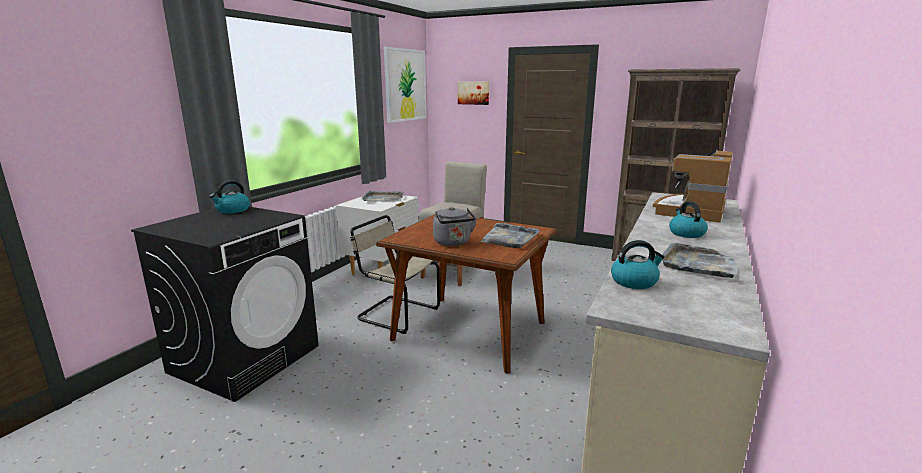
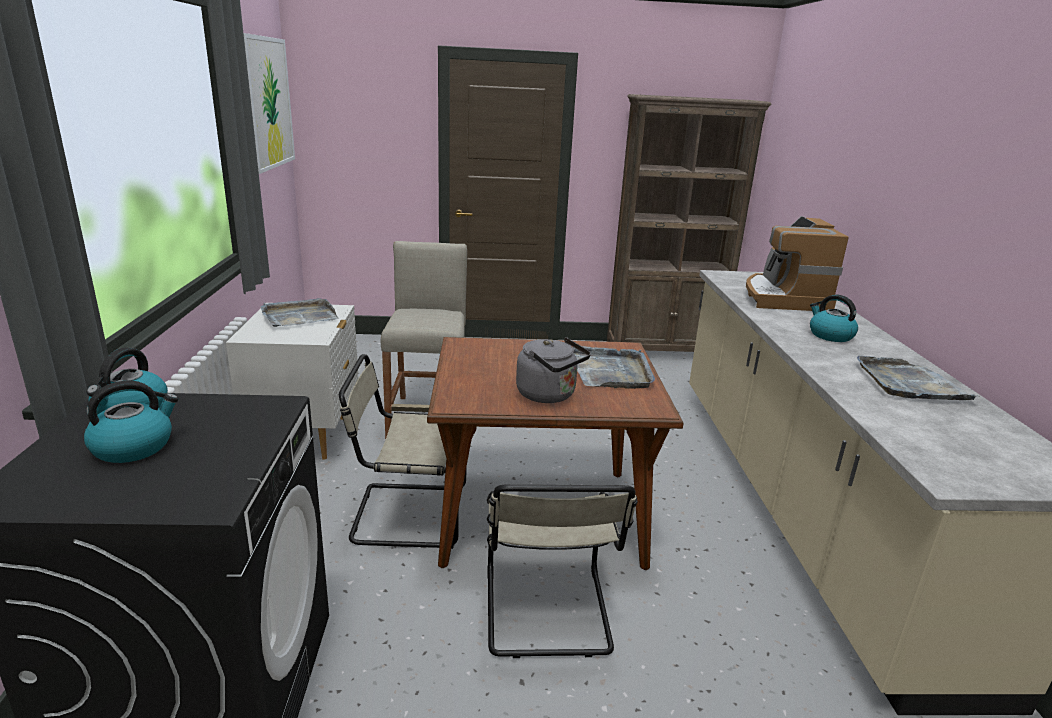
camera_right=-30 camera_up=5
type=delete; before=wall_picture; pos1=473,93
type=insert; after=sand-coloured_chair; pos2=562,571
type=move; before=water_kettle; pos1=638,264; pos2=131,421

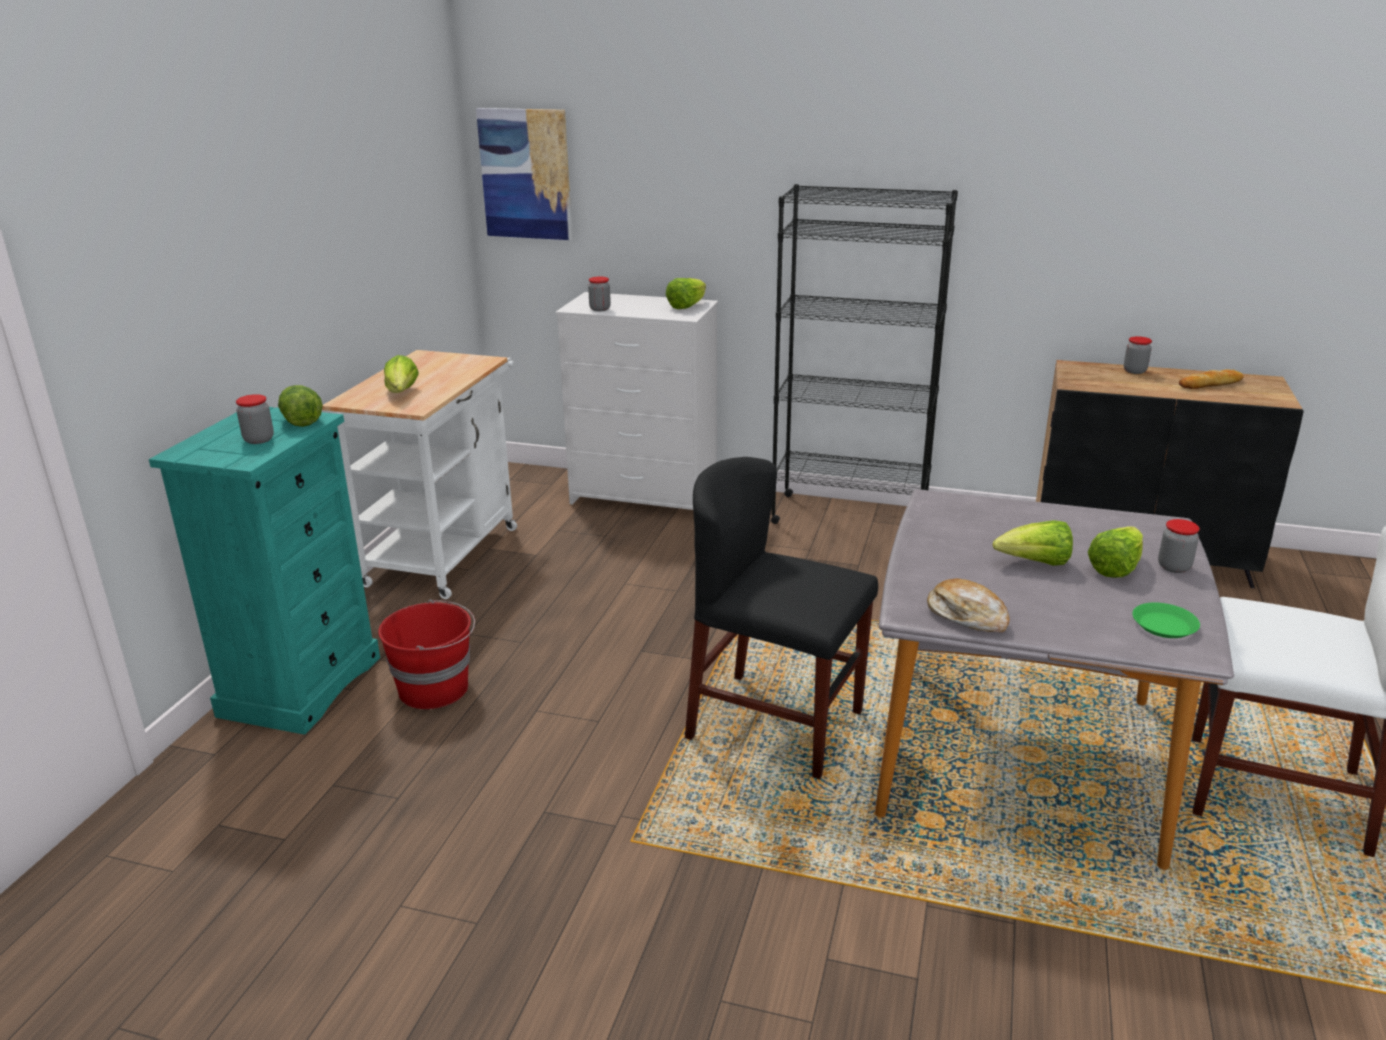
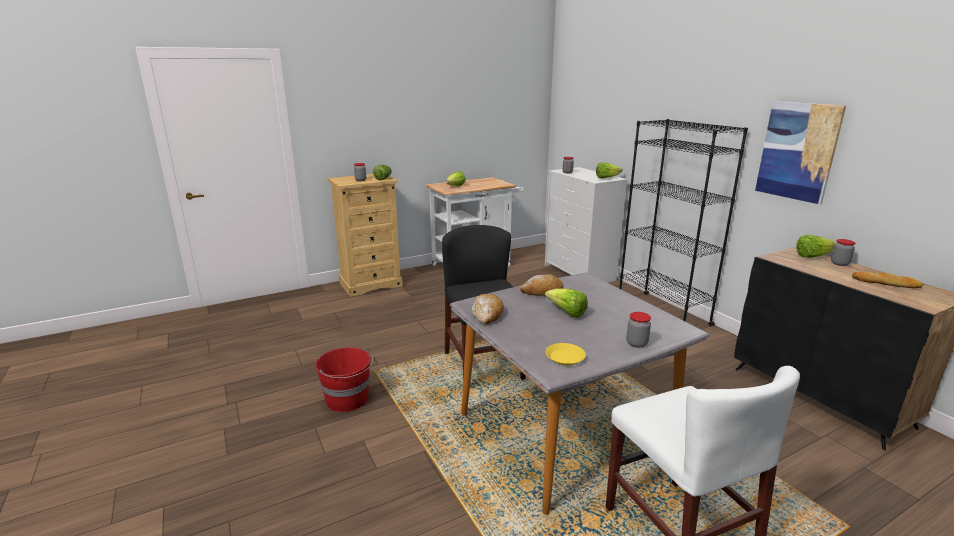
camera_right=45 camera_up=-5
type=insert; after=bakery_bread; pos2=542,285
type=move; before=red-coloured_pail; pos1=426,654; pos2=344,379
type=move; before=wall_picture; pos1=524,174; pos2=800,152
type=move; before=head_of_lettuce; pos1=1115,552; pos2=816,246
type=recolor; before=turquoise-coloured_dresser; after=sand-coloured_dresser; pos1=264,571; pos2=365,235
type=recolor; before=greenish_plate; after=yellow_plate; pos1=1166,620; pos2=566,354

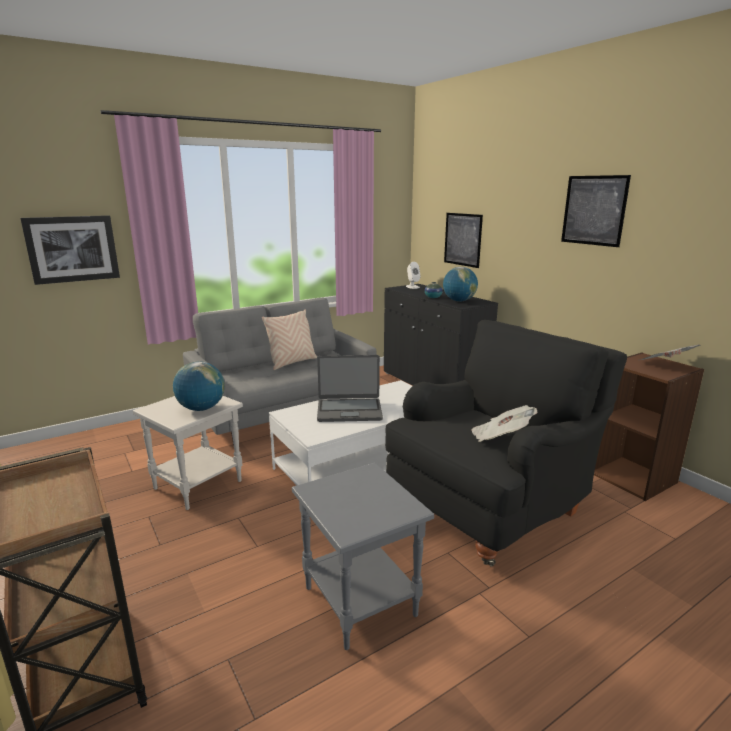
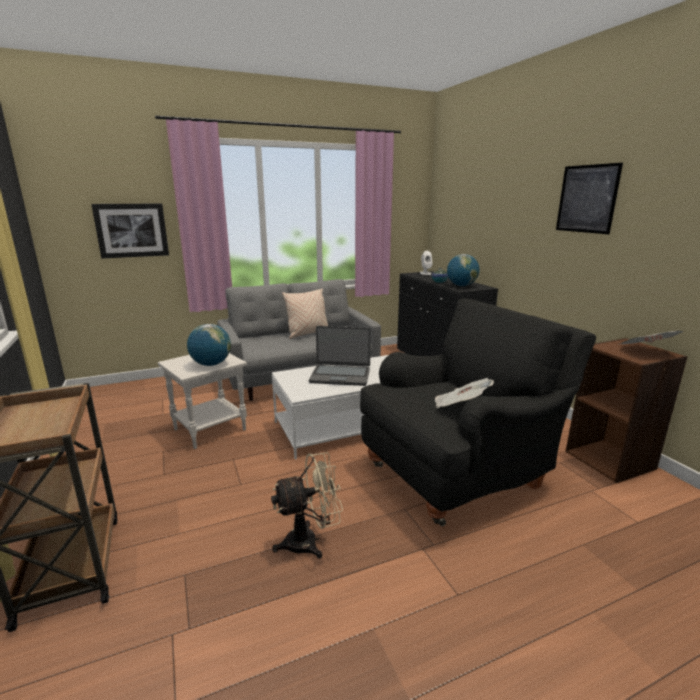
camera_right=10 camera_up=0
type=delete; before=wall_picture; pos1=463,240
type=replace; before=gray_end_table; after=sand-coloured_electric_fan; pos1=363,556; pos2=307,505

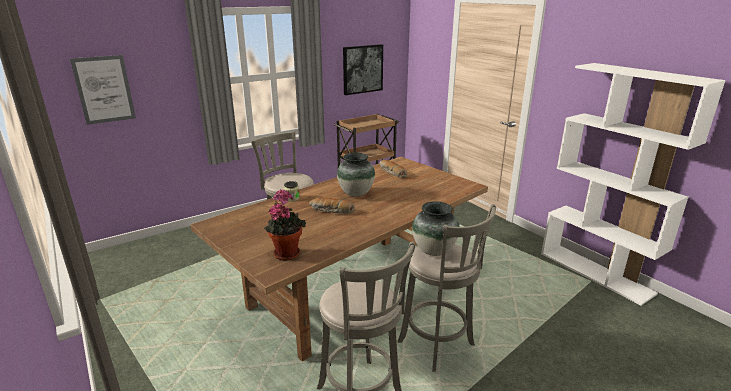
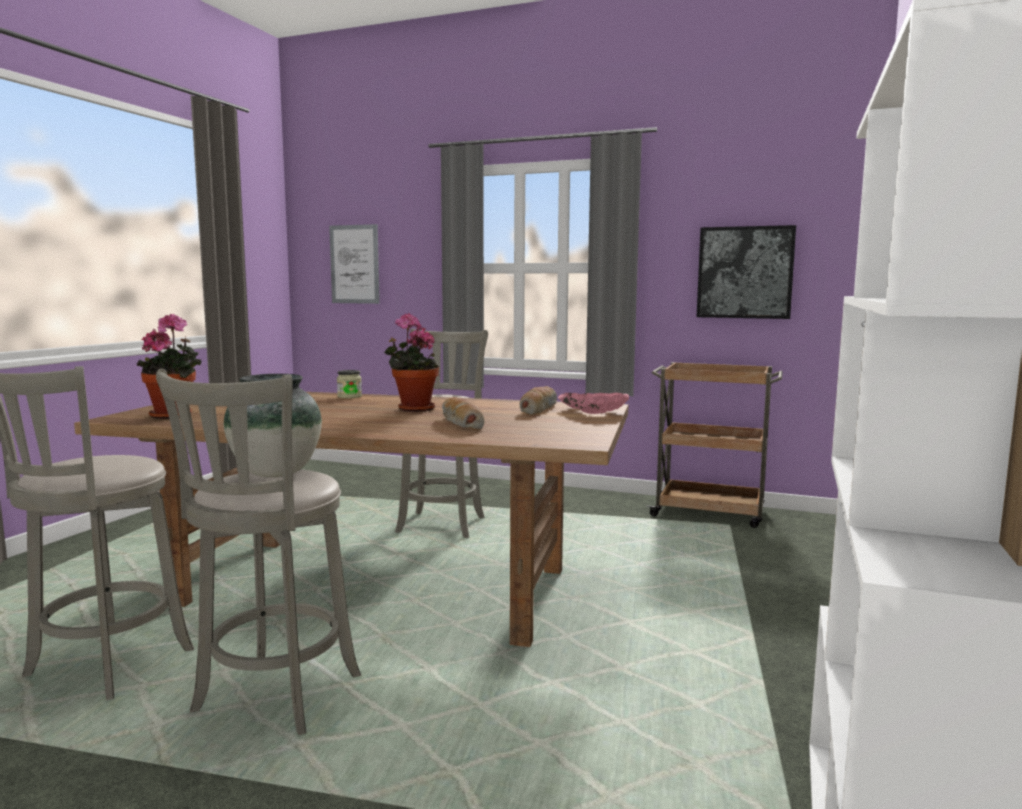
camera_right=55 camera_up=-15
type=insert; after=pink_bowl; pos2=593,403
type=move; before=bakery_bread; pos1=332,206; pos2=463,413
type=replace; before=vase; after=houseplant; pos1=356,174; pos2=411,362

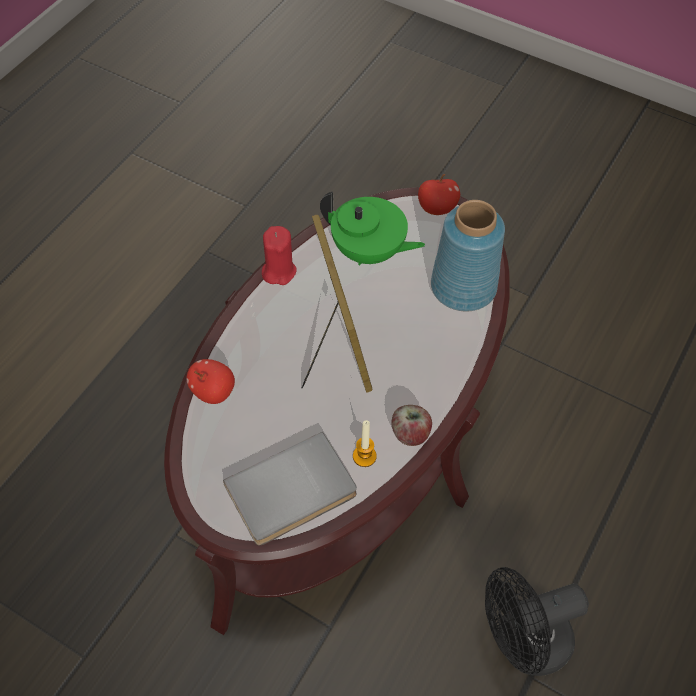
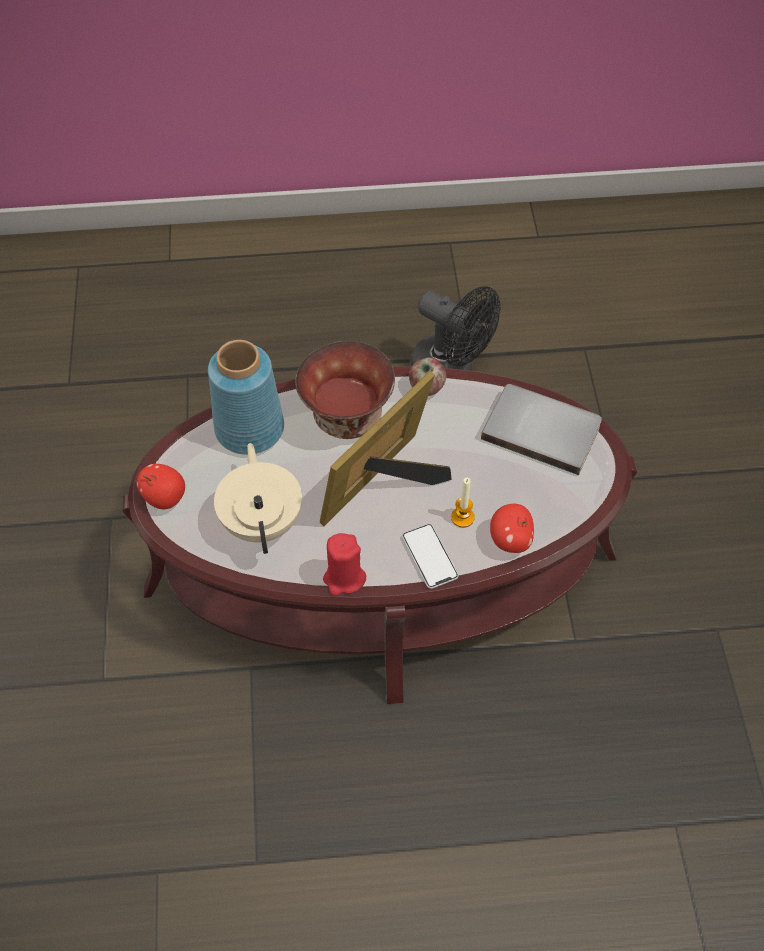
camera_right=-125 camera_up=0
type=insert; after=bowl; pos2=345,390
type=insert; after=telephone; pos2=430,556
type=move; before=wax_light; pos1=365,443; pos2=463,502
type=recolor; before=greenish_pot_for_tea; after=sand-coloured_pot_for_tea; pos1=372,228; pos2=258,498

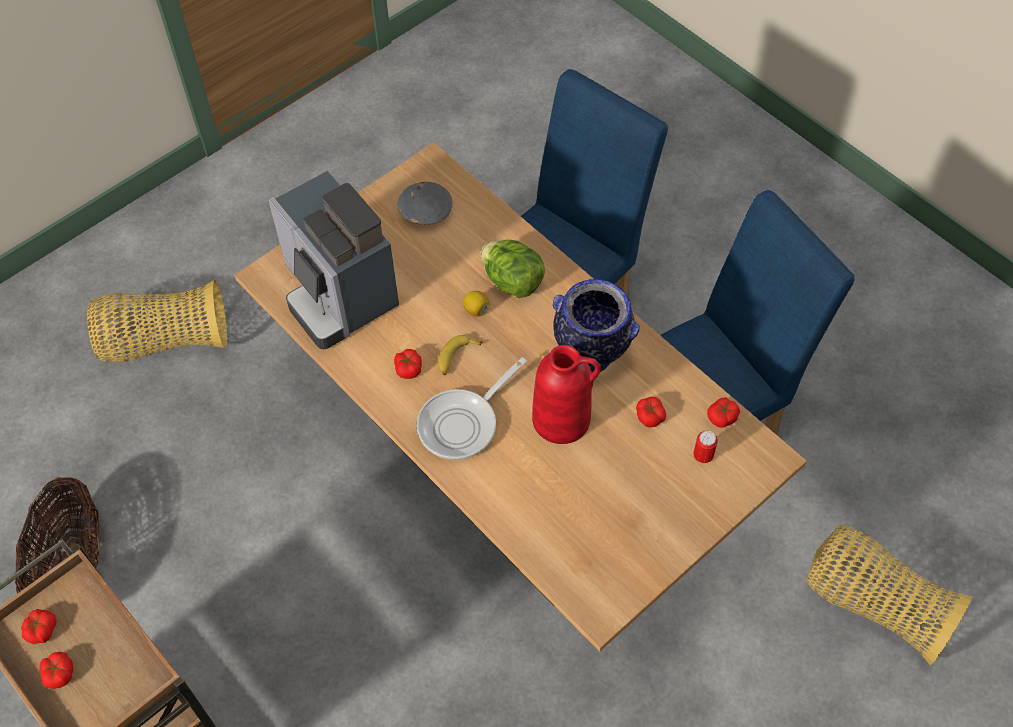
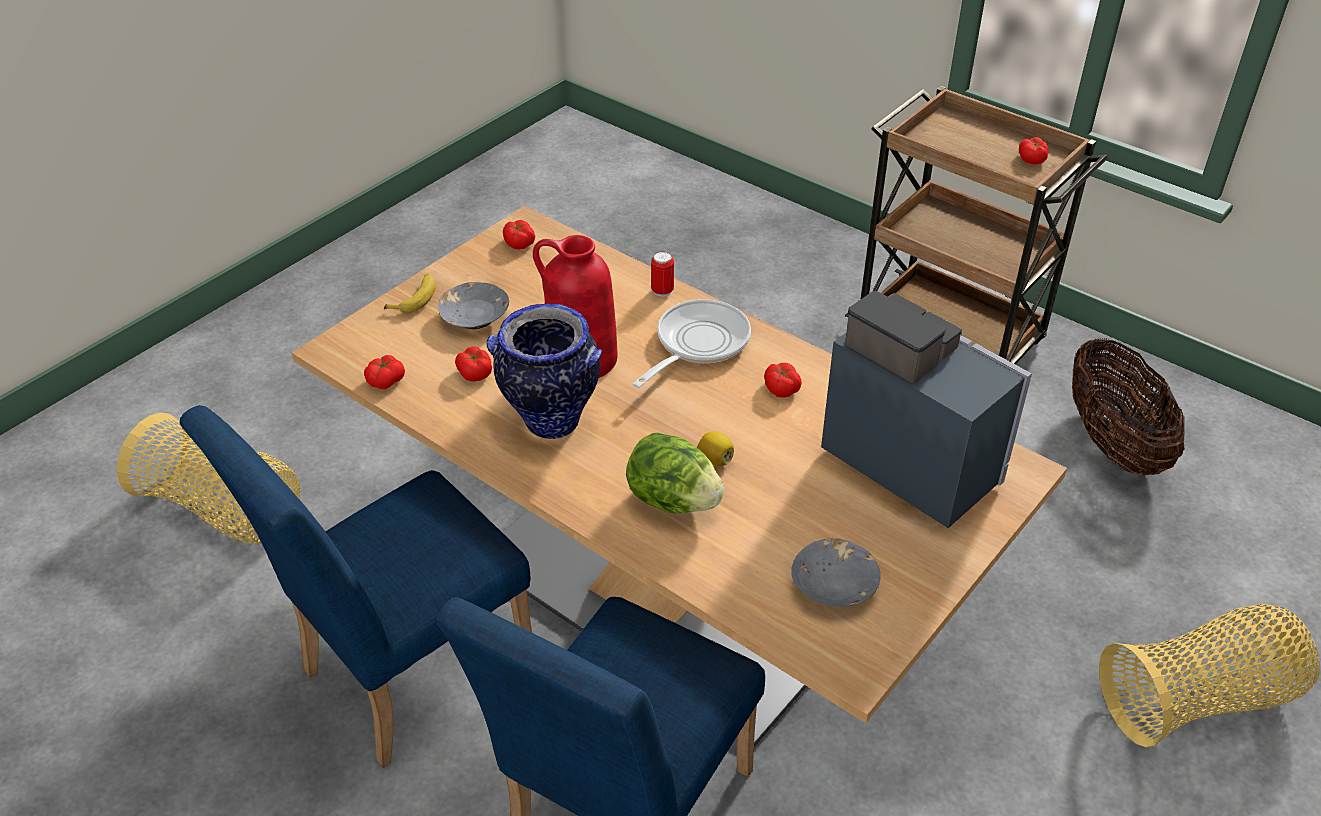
camera_right=170 camera_up=-15
type=insert; after=gray_bowl; pos2=473,305
type=move; before=tomato; pos1=56,670; pos2=519,235
type=move; before=whole_banana; pos1=460,355; pos2=410,293
type=move; before=can; pos1=705,447; pos2=662,274

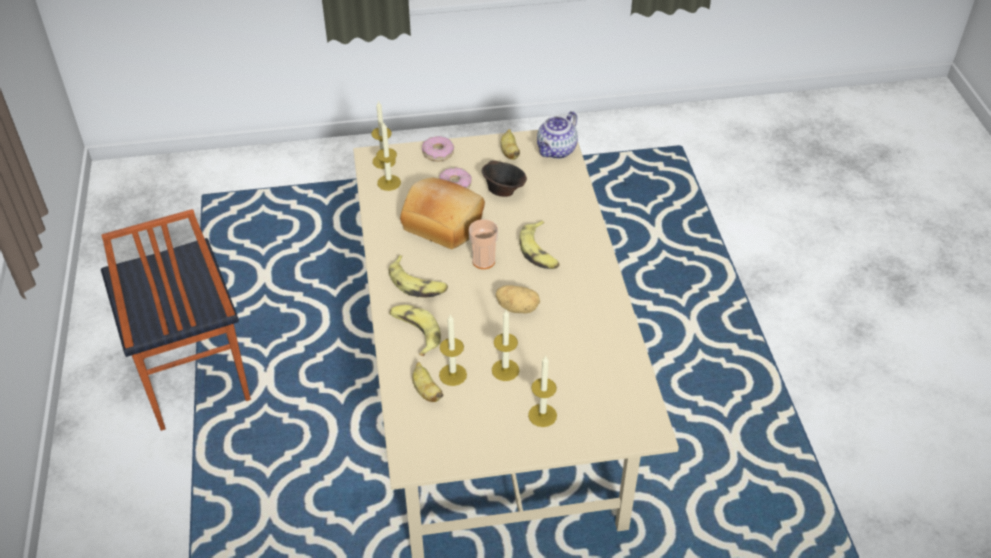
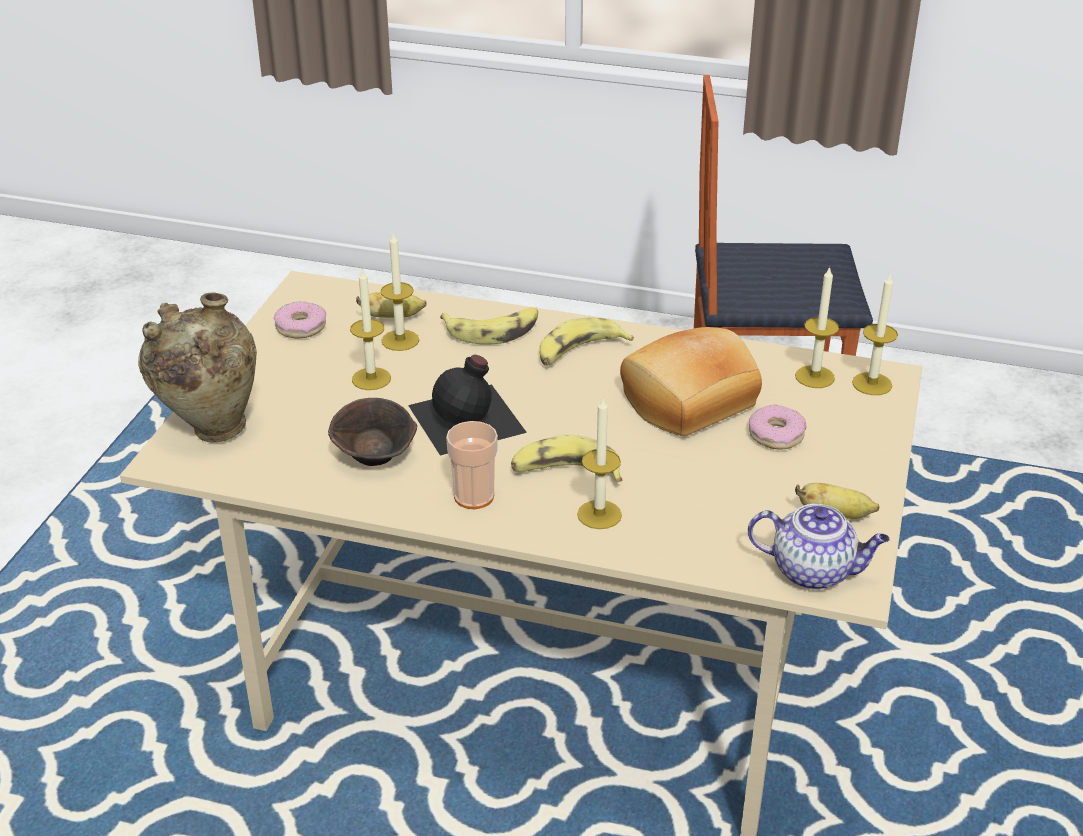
camera_right=115 camera_up=-10
type=insert; after=sand-coloured_vase; pos2=197,367
type=move; before=donut; pos1=438,148; pos2=300,319
type=move; before=cup; pos1=483,244; pos2=472,465
type=move; before=brown_bowl; pos1=504,178; pos2=372,432
type=move; before=wax_light; pos1=542,391; pos2=599,462
type=replace; before=spud; after=black-coloured_beverage_bottle; pos1=518,299; pos2=467,405
type=rotate; before=pot_for_tea; pos1=557,135; pos2=819,547; turn=135

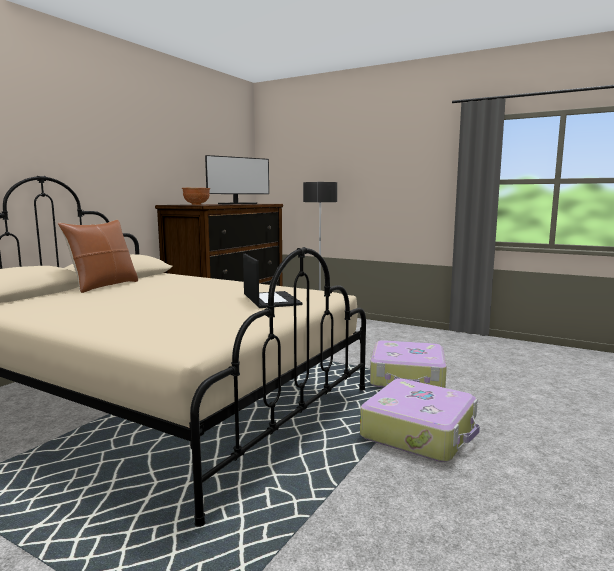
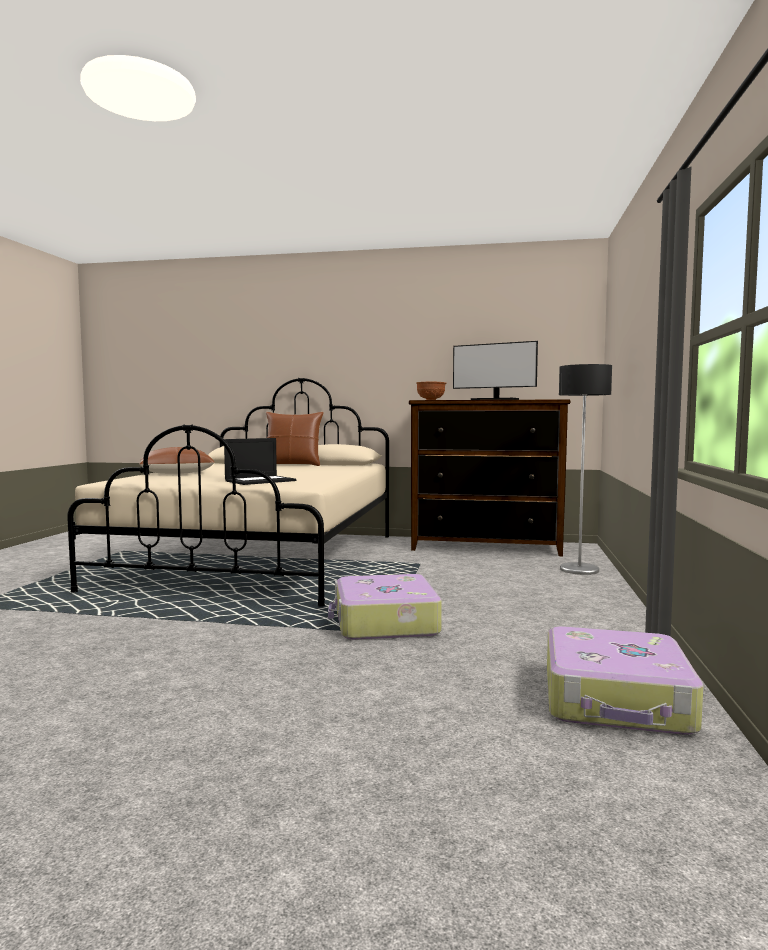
camera_right=70 camera_up=-5
type=insert; after=brown_pillow; pos2=177,460
type=move; before=suitcase; pos1=420,420; pos2=625,680

